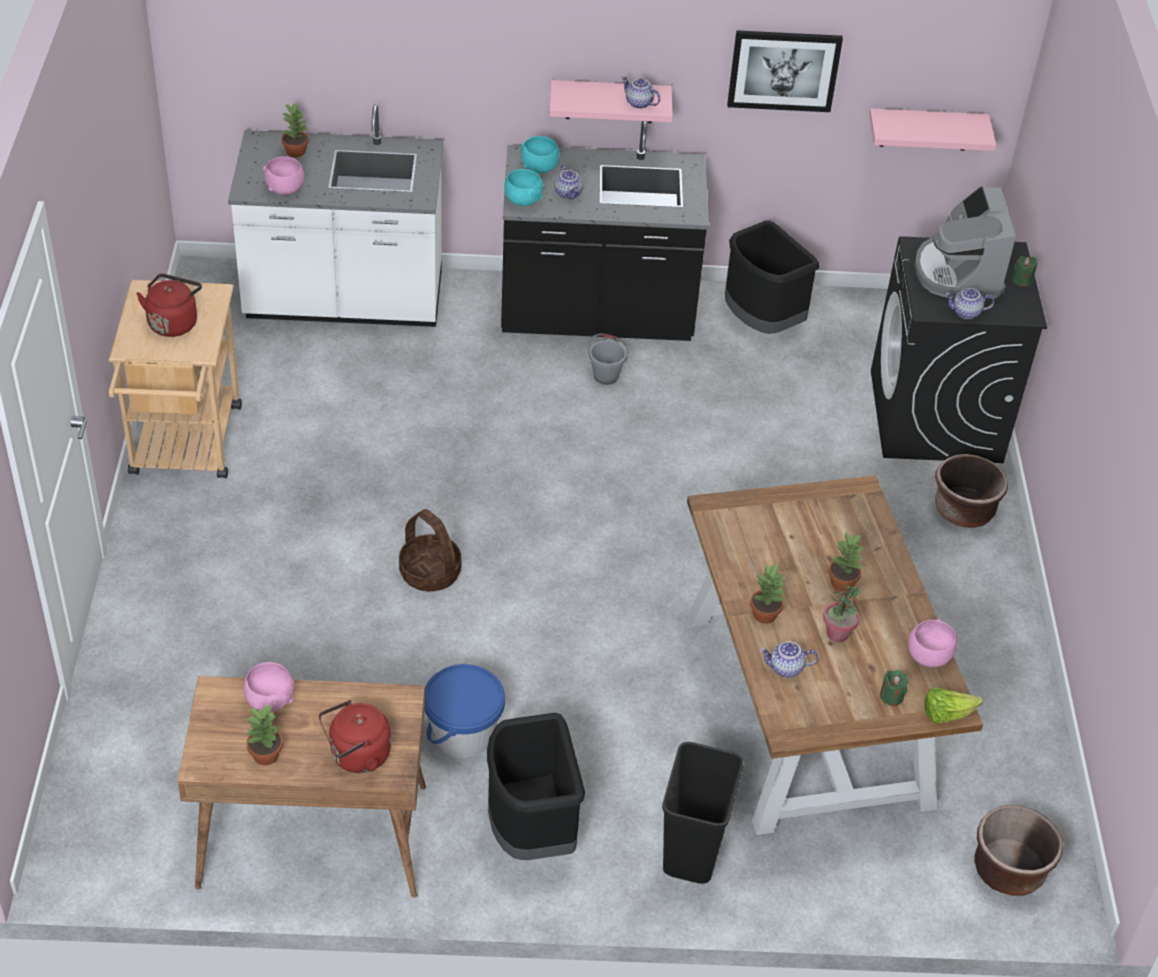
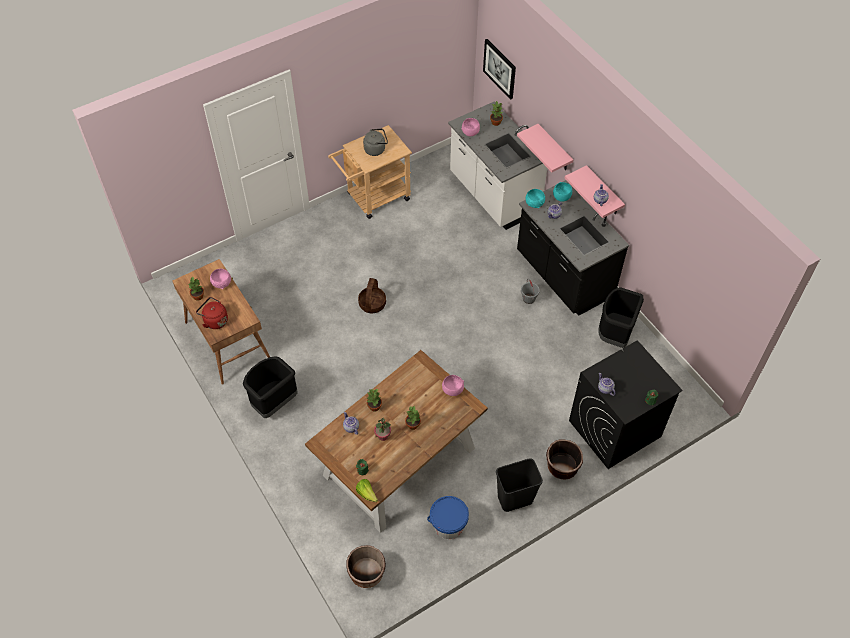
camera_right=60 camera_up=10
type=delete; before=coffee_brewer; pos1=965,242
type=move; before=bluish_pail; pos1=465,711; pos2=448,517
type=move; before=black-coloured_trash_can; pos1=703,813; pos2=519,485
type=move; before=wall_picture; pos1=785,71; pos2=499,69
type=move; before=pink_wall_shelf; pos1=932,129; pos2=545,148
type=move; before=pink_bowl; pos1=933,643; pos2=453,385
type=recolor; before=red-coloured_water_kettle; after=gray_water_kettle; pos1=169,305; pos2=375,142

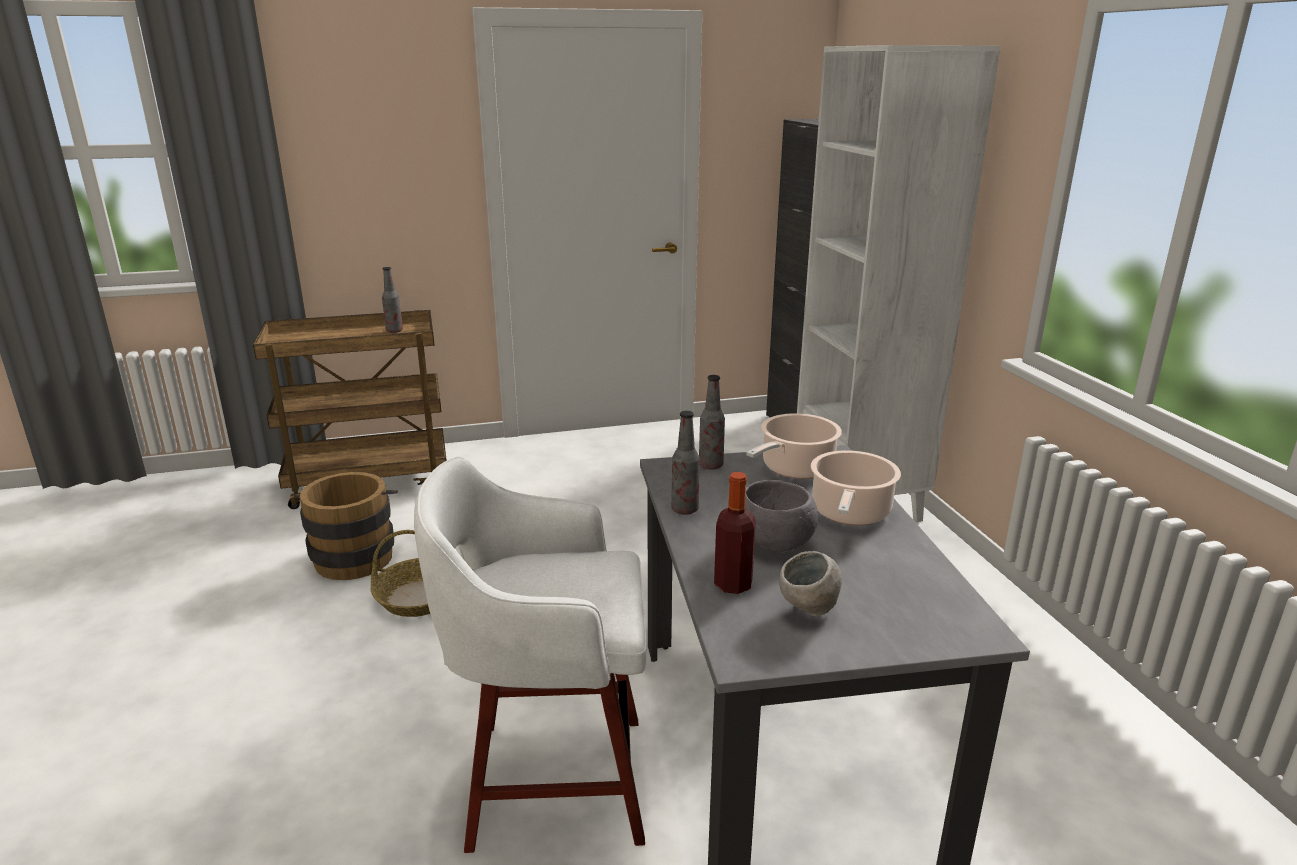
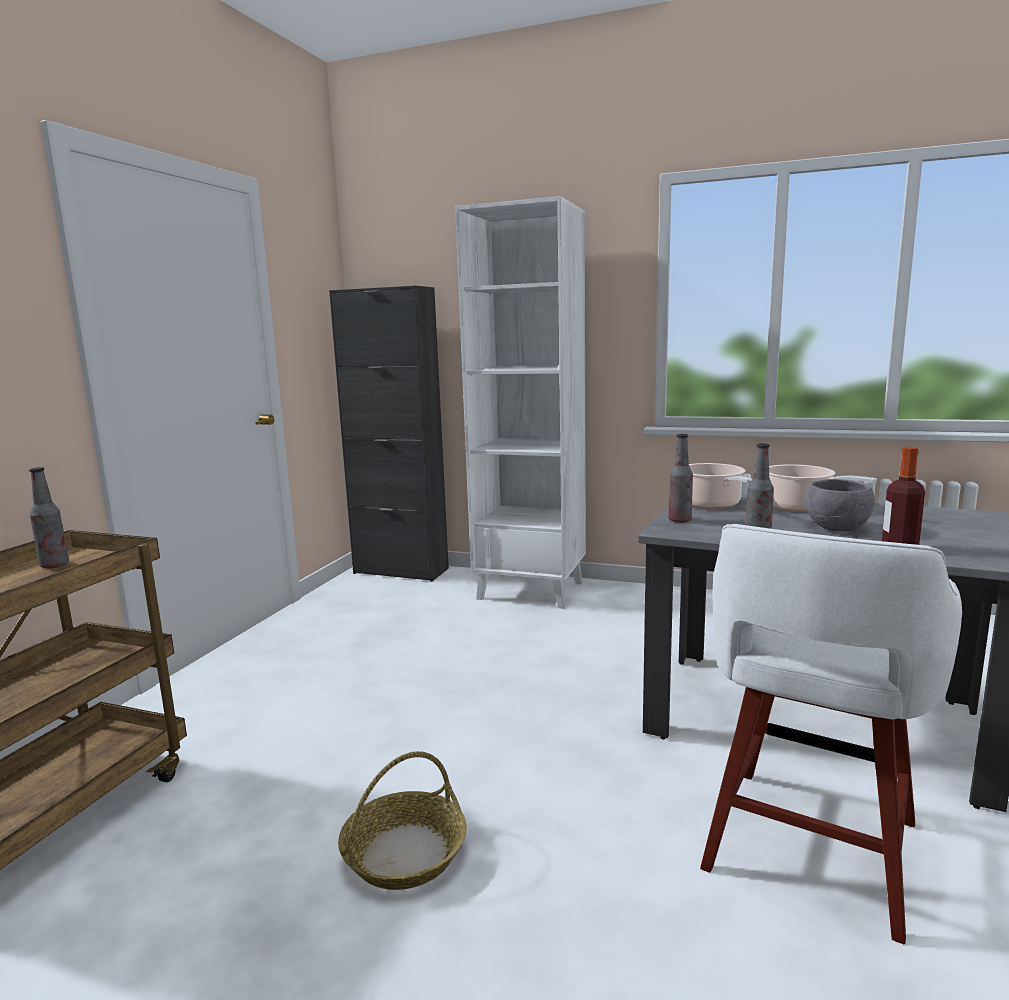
camera_right=-55 camera_up=-10
type=delete; before=brown_pail; pos1=346,526
type=delete; before=gray_bowl; pos1=810,583

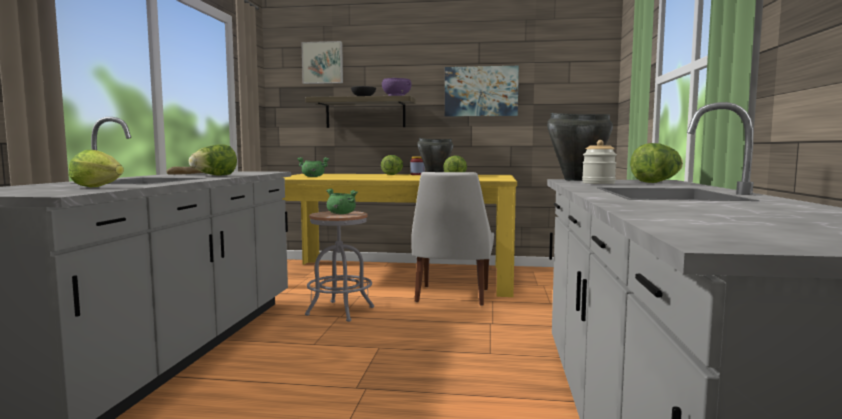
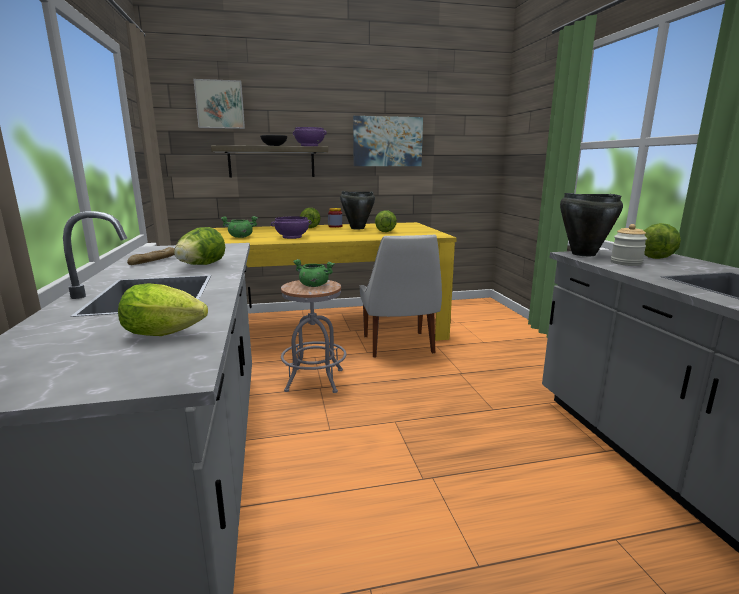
camera_right=-20 camera_up=10
type=insert; after=purple-coloured_bowl; pos2=291,227

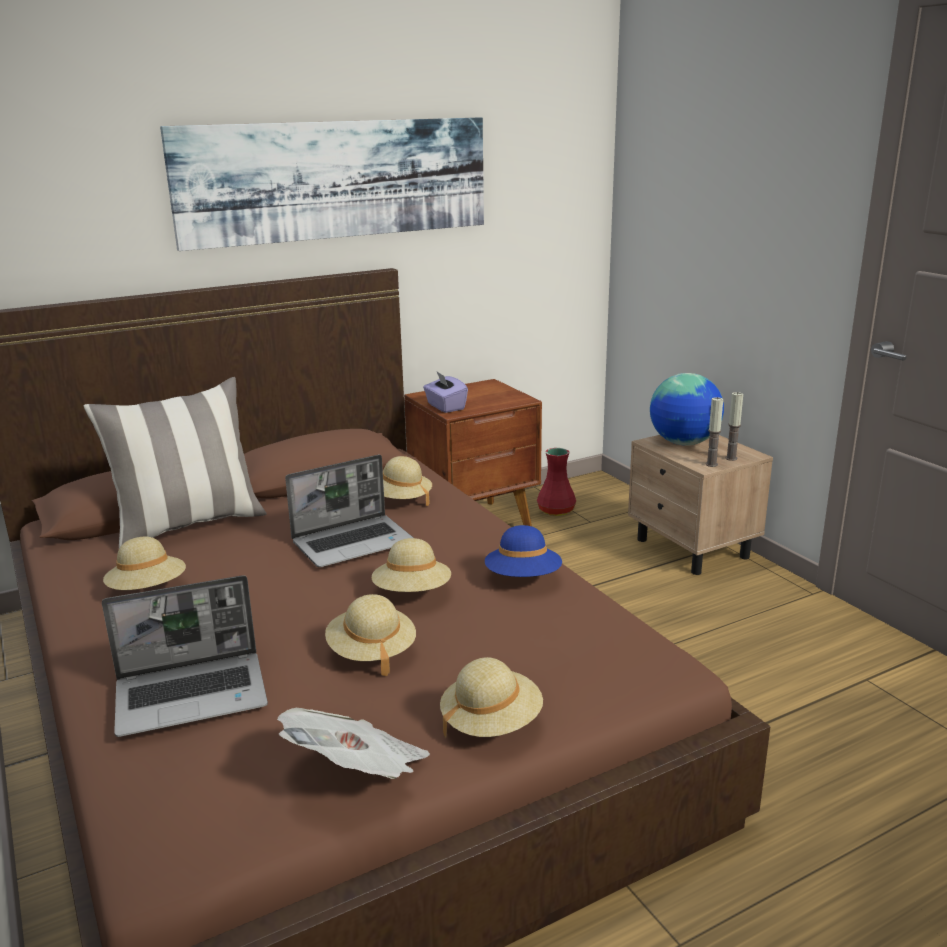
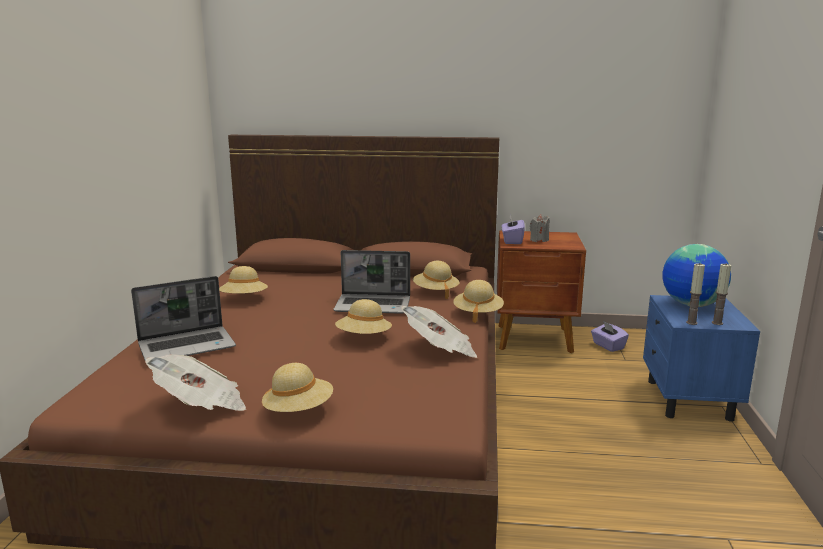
camera_right=35 camera_up=-5
type=delete; before=pillow; pos1=175,462
type=delete; before=wall_picture; pos1=322,184
type=insert; after=gray_wax_light; pos2=540,228
type=move; before=sand-coloured_wearable_hat; pos1=370,635; pos2=478,301
type=replace; before=bluish_wearable_hat; after=daily_paper; pos1=523,551; pos2=439,332
type=replace; before=red-coloured_vase; after=purple-coloured_tissue_holder; pos1=556,482; pos2=610,336
type=recolor; before=sand-coloured_night_table; after=bluish_night_table; pos1=700,505; pos2=701,358
type=rotate; before=notebook_computer; pos1=185,656; pos2=183,318; turn=-45

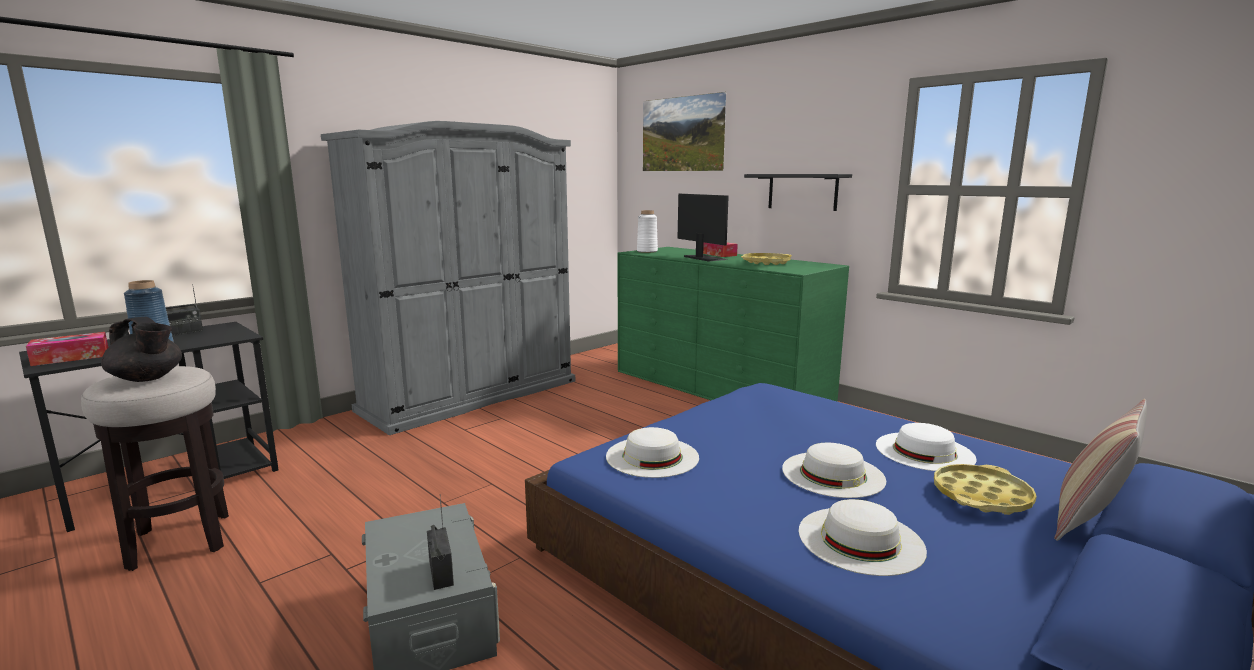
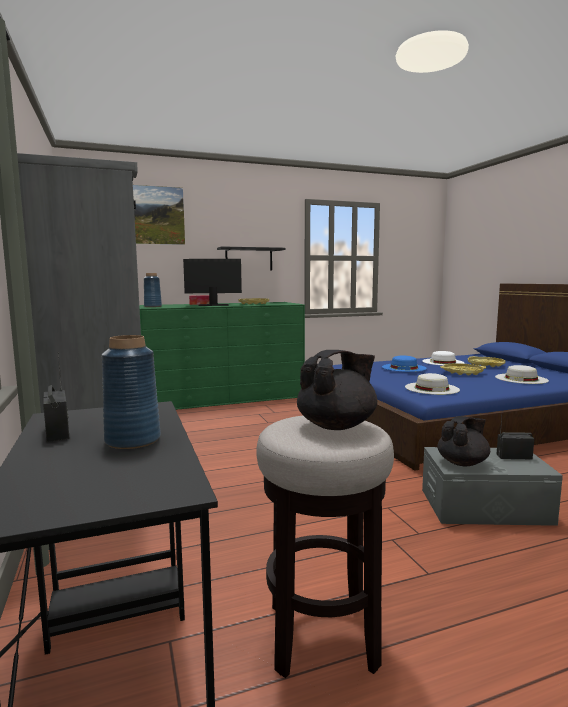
camera_right=-65 camera_up=-5
type=delete; before=tissue_holder; pos1=67,349
type=delete; before=pillow; pos1=1100,470
type=insert; after=bluish_wearable_hat; pos2=404,364
type=insert; after=black-coloured_pot_for_tea; pos2=463,441
type=replace; before=white-coloured_wearable_hat; after=yellow_tray; pos1=834,470; pos2=463,369
type=recolor; before=white-coloured_vase; after=bluish_vase; pos1=647,231; pos2=153,290

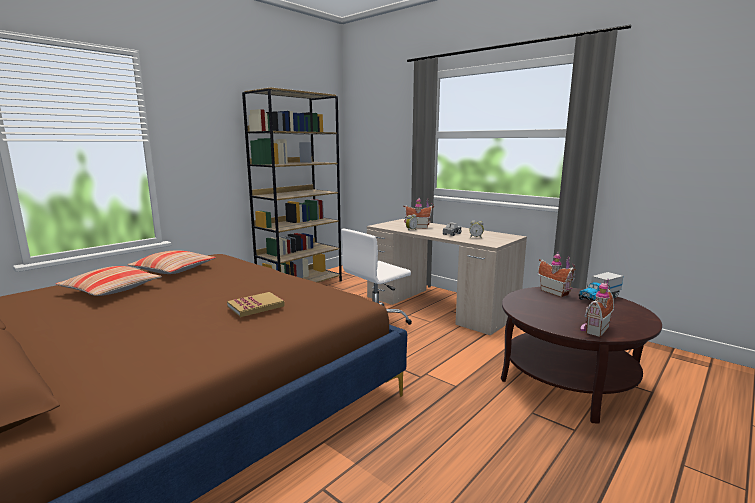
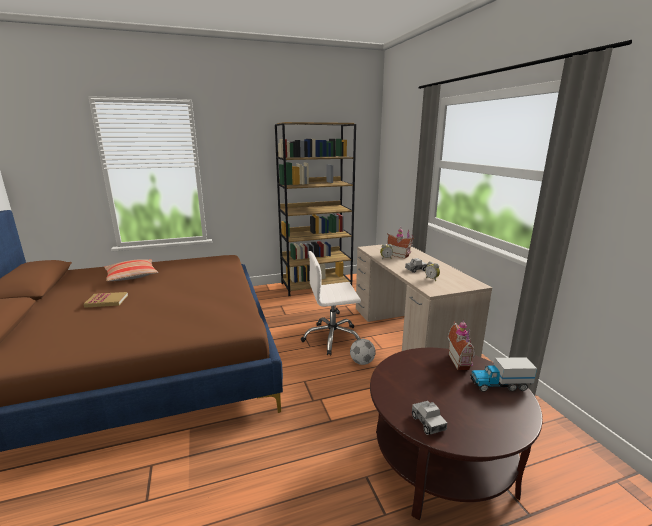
camera_right=30 camera_up=5
type=delete; before=pillow; pos1=171,262
type=insert; after=football_ball; pos2=363,352
type=move; before=volume; pos1=256,304; pos2=105,300
type=replace; before=toy_house; after=toy_truck; pos1=597,308; pos2=429,418

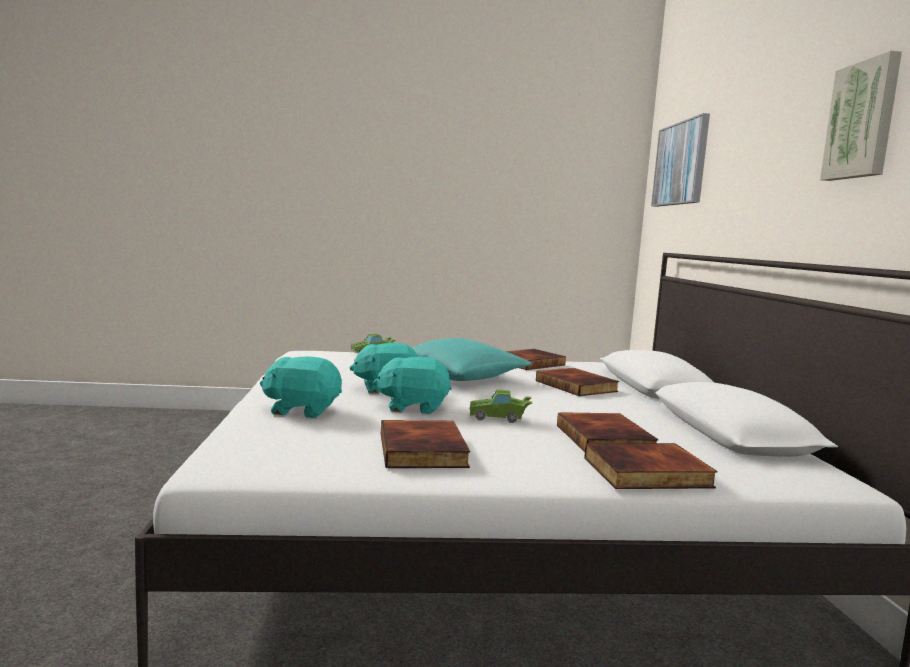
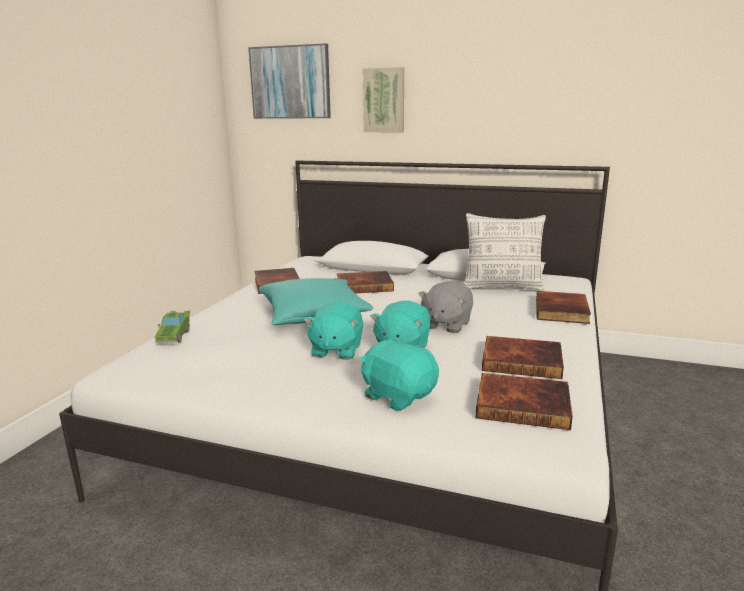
camera_right=-65 camera_up=10
type=insert; after=pillow; pos2=505,252
type=move; before=volume; pos1=608,432; pos2=524,401
type=move; before=wall_picture; pos1=861,116; pos2=383,99
type=replace; before=greenish_model_car; after=gray_plush_toy; pos1=500,406; pos2=445,307
type=rotate; before=turquoise-coloured_plush_toy; pos1=301,387; pos2=399,374; turn=105

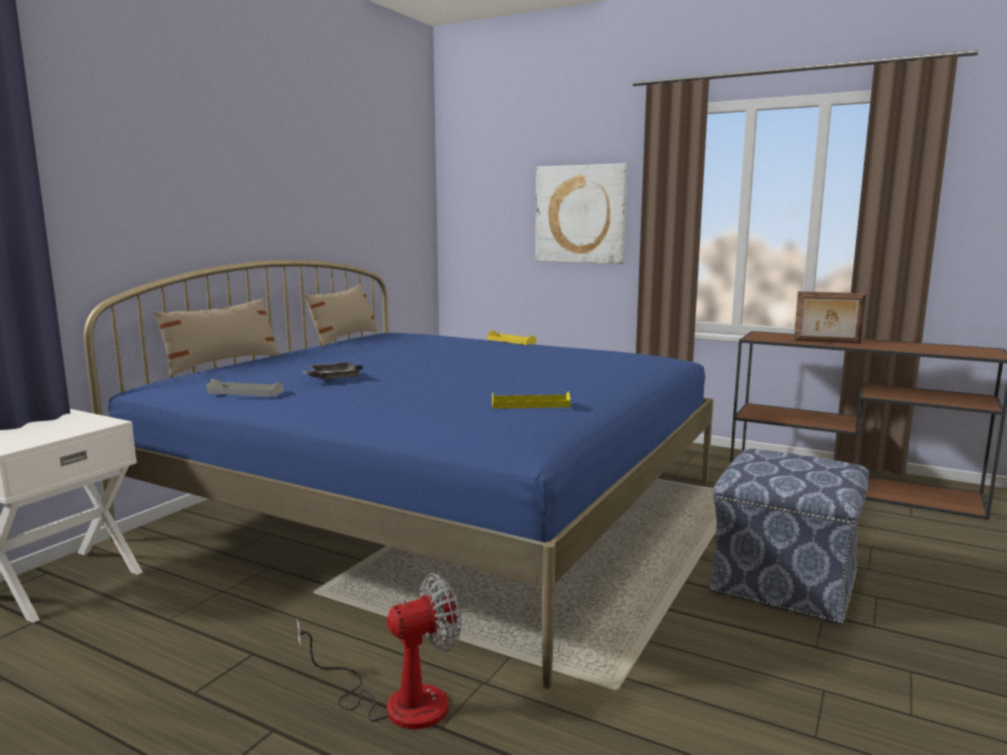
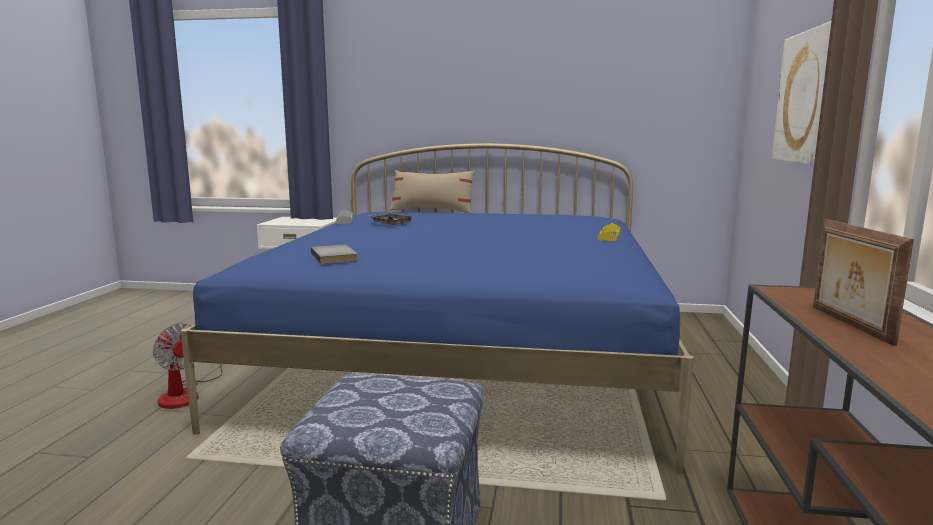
camera_right=70 camera_up=0
type=delete; before=sand-coloured_pillow; pos1=341,315
type=replace; before=yellow_tray; after=gray_volume; pos1=531,400; pos2=334,254

